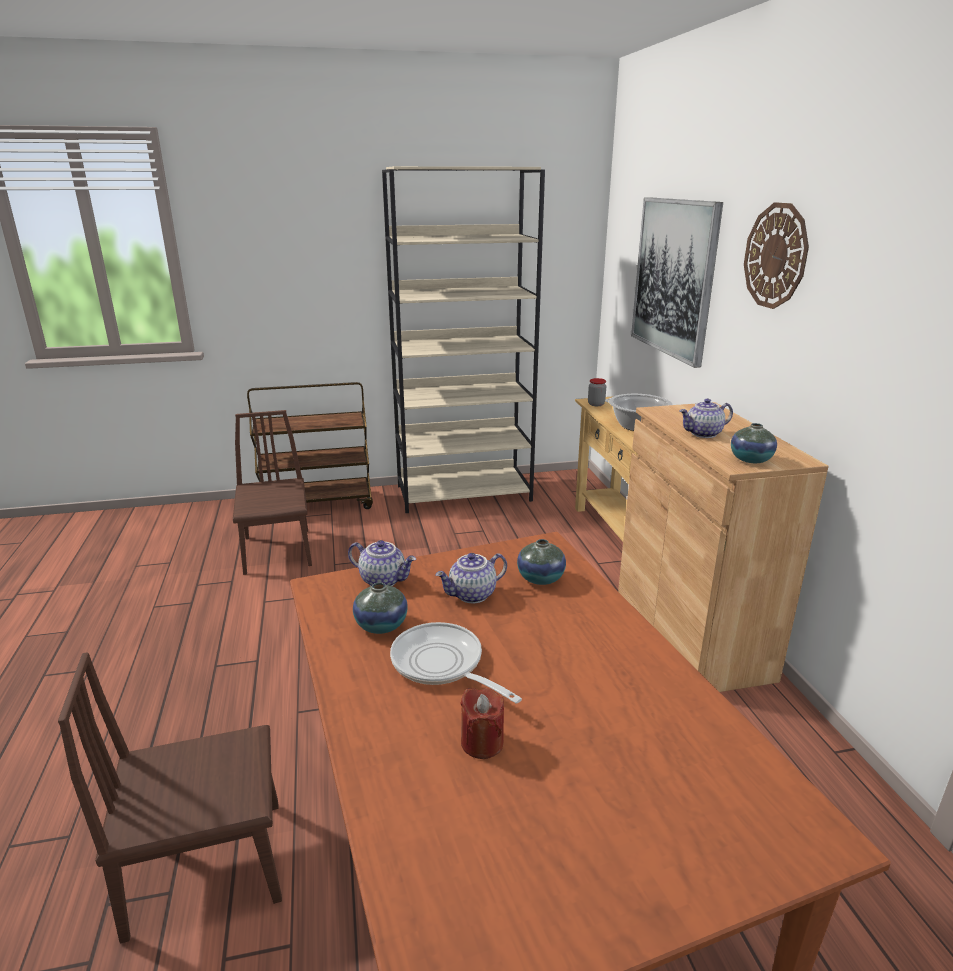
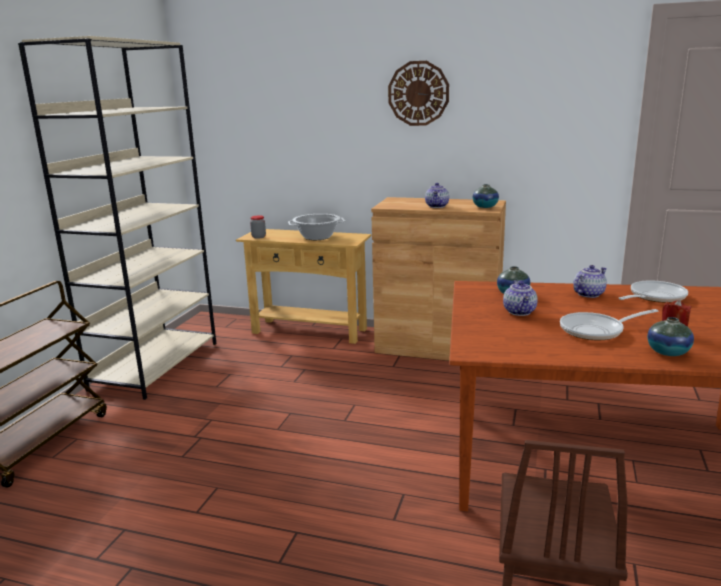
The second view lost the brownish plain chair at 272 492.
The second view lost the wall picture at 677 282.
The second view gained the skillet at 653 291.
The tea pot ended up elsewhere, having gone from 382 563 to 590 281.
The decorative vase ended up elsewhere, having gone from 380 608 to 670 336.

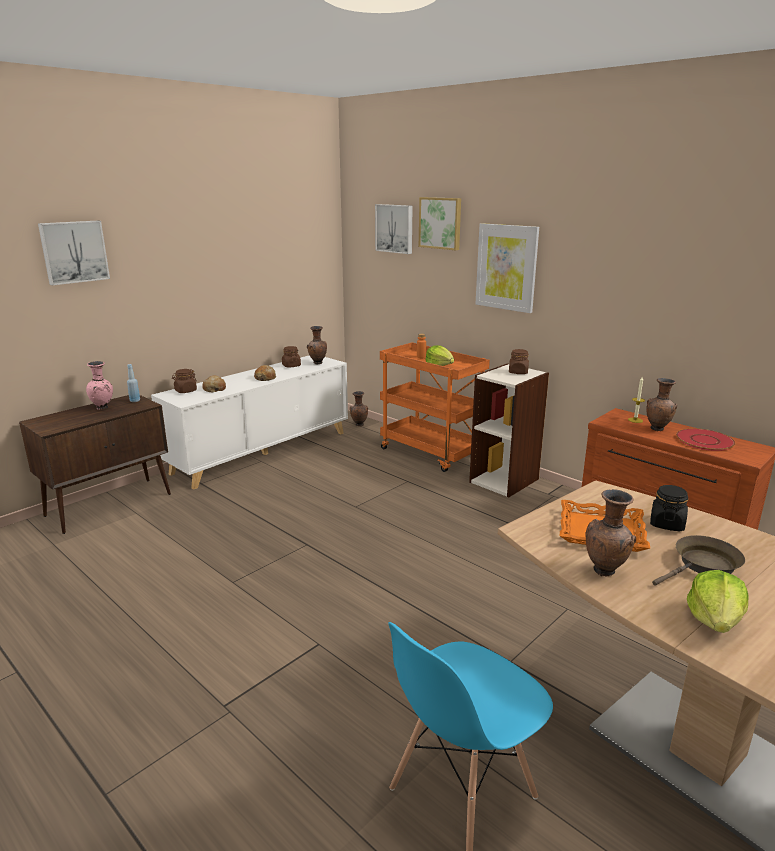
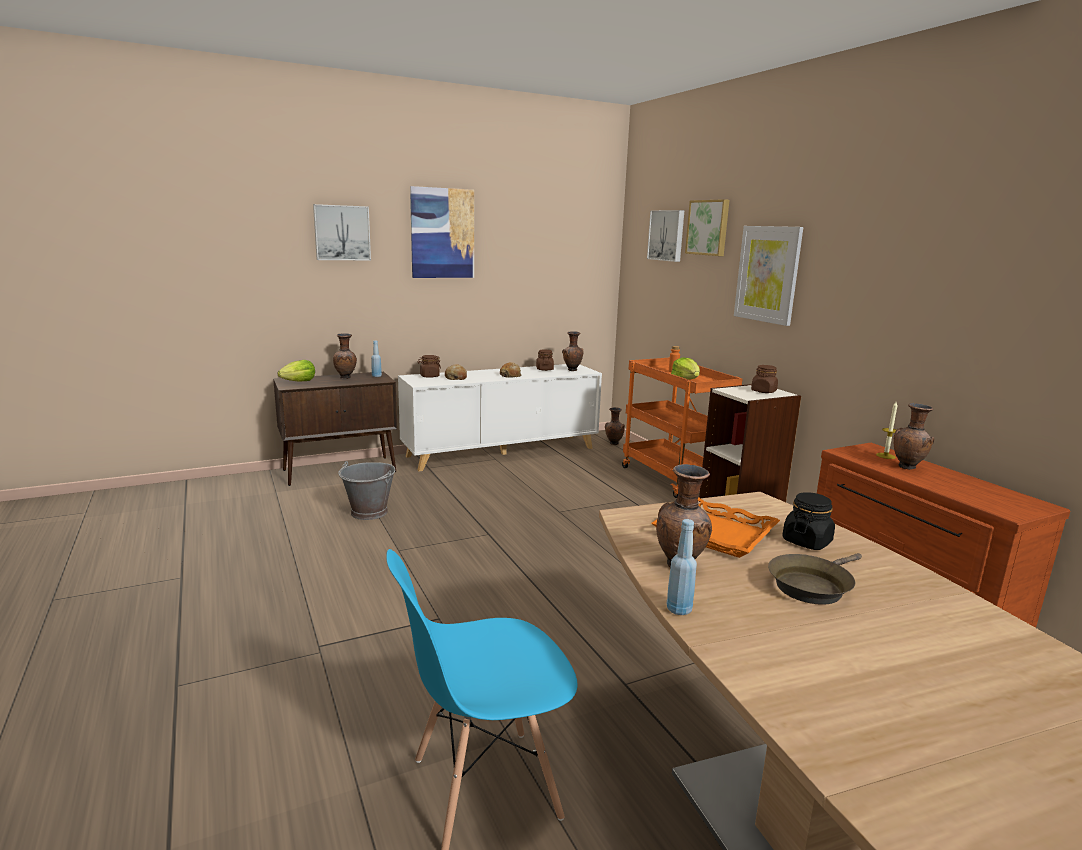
The second view lost the red flat dish at 705 439.
The second view gained the grey bucket at 366 490.
The second view gained the wall picture at 442 232.
The second view gained the blue-coloured beverage bottle at 682 567.
The lettuce head ended up elsewhere, having gone from 717 601 to 296 370.
What was the pink-coloured decorative vase at 99 385 turned into the brownish decorative vase at 345 356.
The brownish skillet at 698 560 ended up facing another way, 150 degrees clockwise from before.

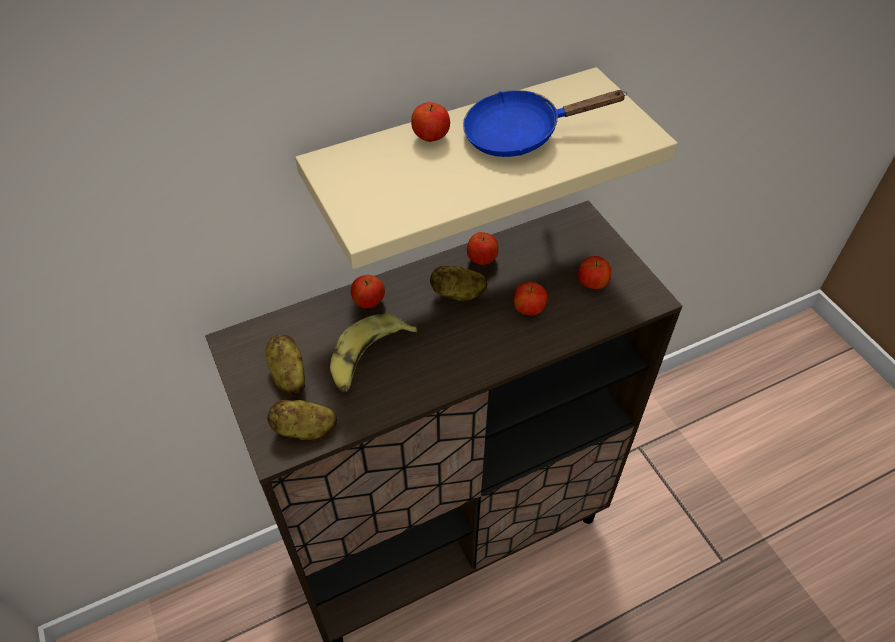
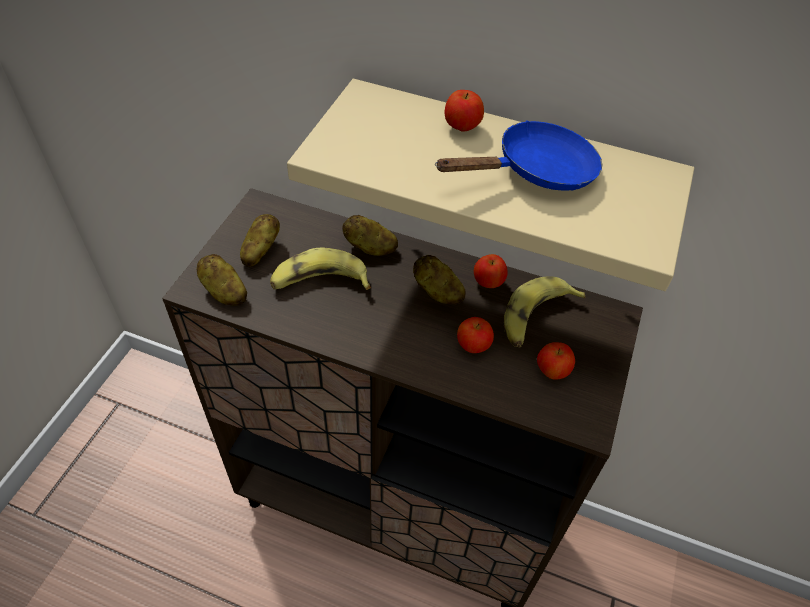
The second view gained the banana at 544 311.
Where the apple fruit stood at 368 291, the potato came to stand at 370 235.
The blue-coloured skillet at 545 123 ended up facing another way, 120 degrees clockwise from before.

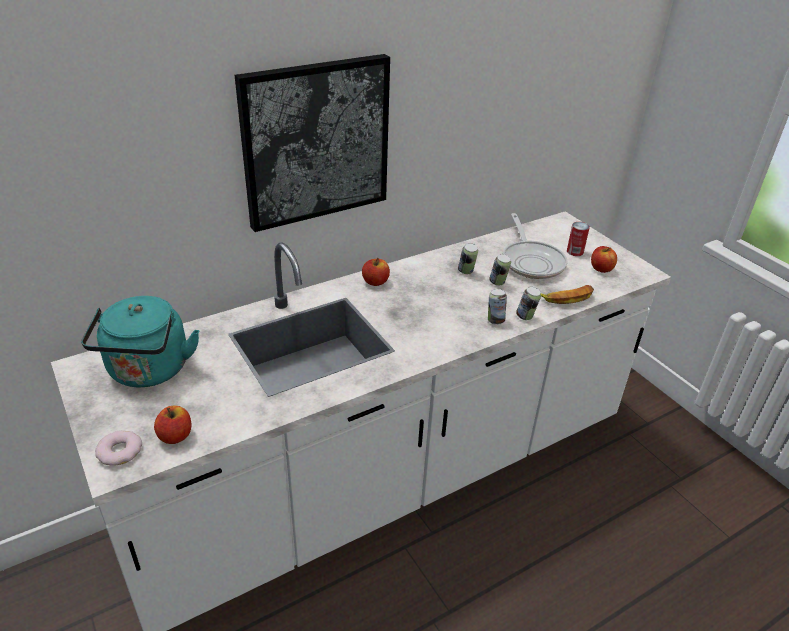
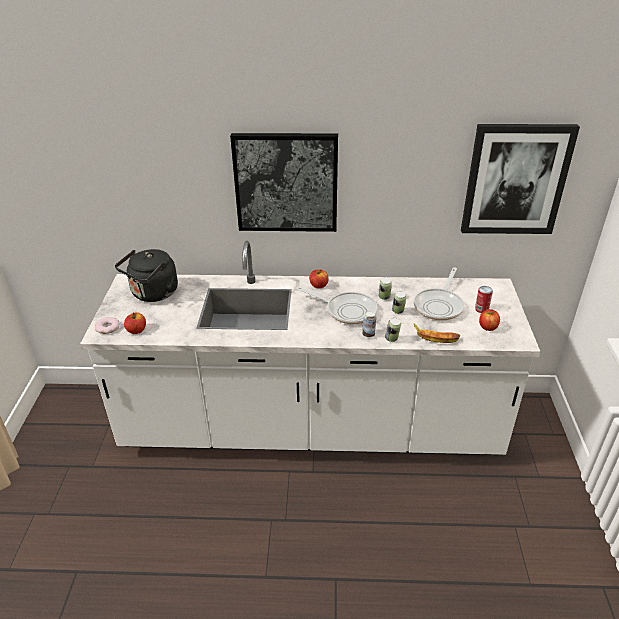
The second view gained the skillet at 336 305.
The second view gained the wall picture at 520 179.
What was the turquoise-coloured water kettle at 140 341 turned into the black-coloured water kettle at 146 275.

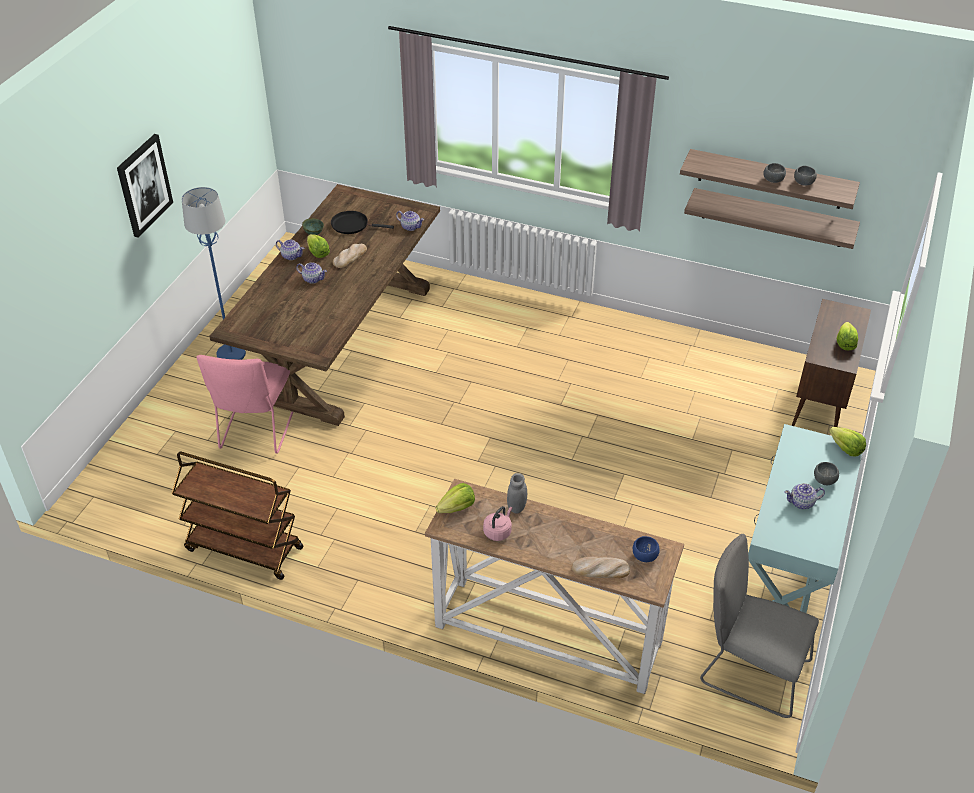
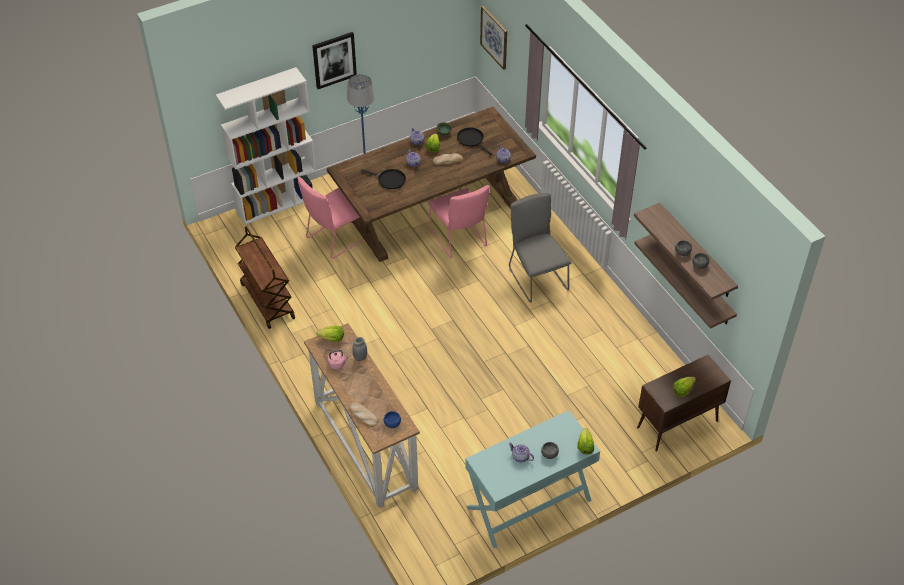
The second view gained the white bookshelf at 266 146.
The second view gained the black-coloured skillet at 383 179.
The second view gained the pink-coloured plain chair at 459 221.
The second view gained the wall picture at 493 38.
The grey plain chair ended up elsewhere, having gone from 759 626 to 540 247.

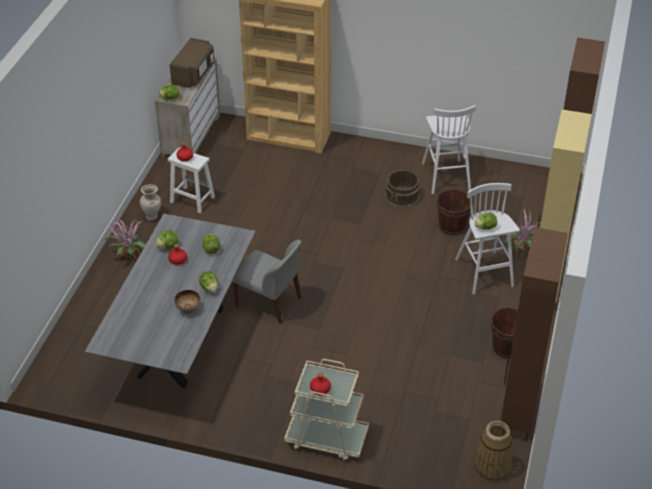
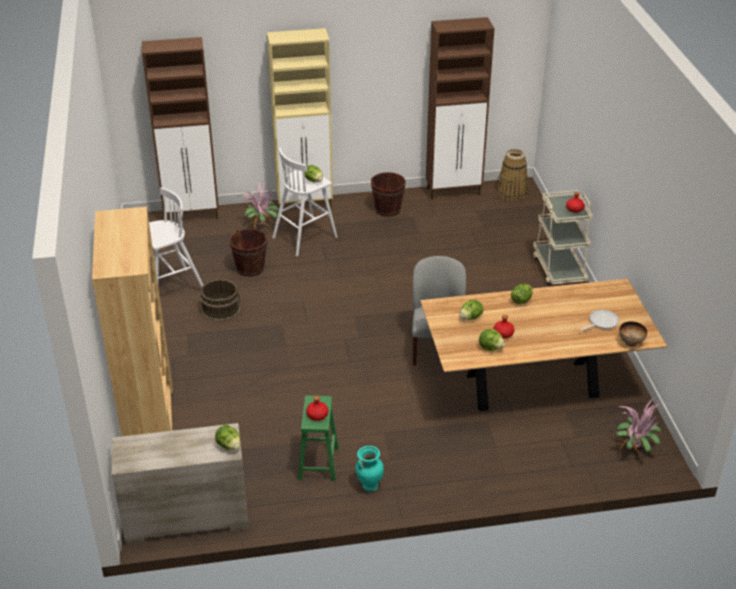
The second view lost the brownish microwave at 192 63.
The second view gained the skillet at 599 320.
The houseplant ended up elsewhere, having gone from 125 239 to 637 427.
The bowl ended up elsewhere, having gone from 187 302 to 633 334.
What was the grey dining table at 170 301 turned into the brownish dining table at 543 345.
What was the beige-coloured decorative vase at 150 202 turned into the turquoise-coloured decorative vase at 370 469.
What was the white stool at 191 180 turned into the greenish stool at 318 438.

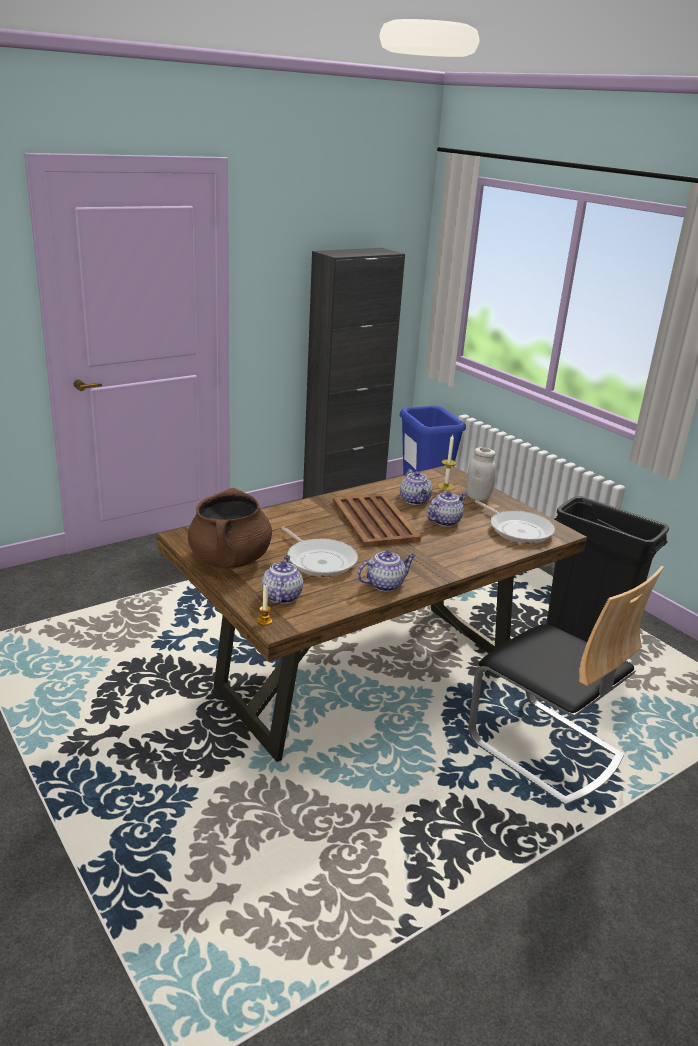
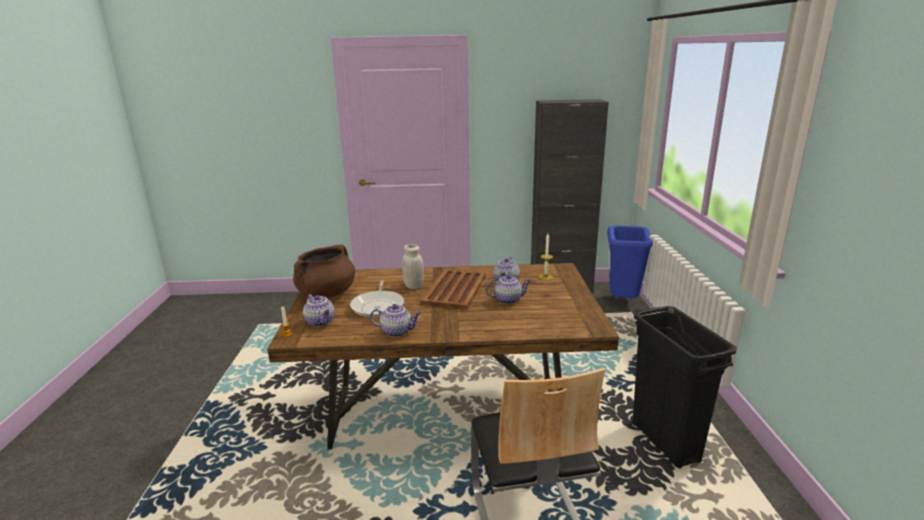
The second view lost the skillet at 515 521.
The white preserve jar ended up elsewhere, having gone from 481 474 to 413 266.
The tea pot at 282 579 ended up facing another way, 105 degrees clockwise from before.

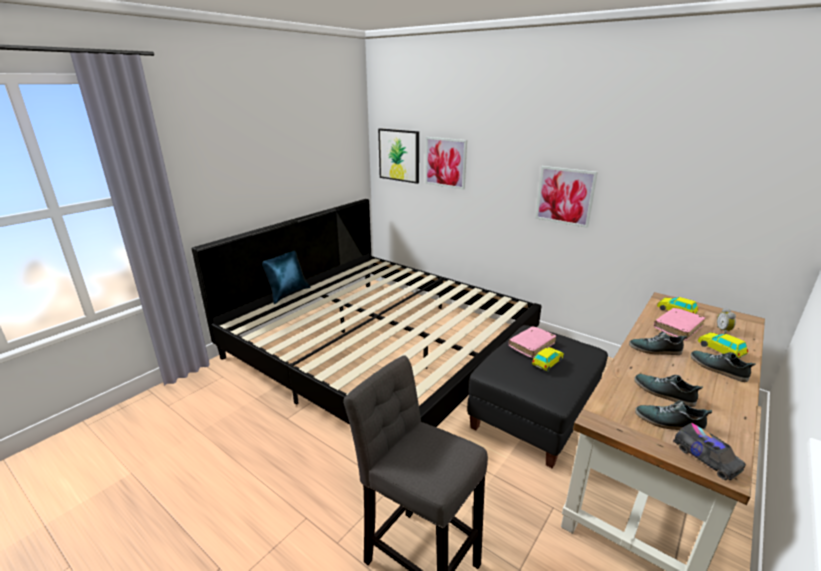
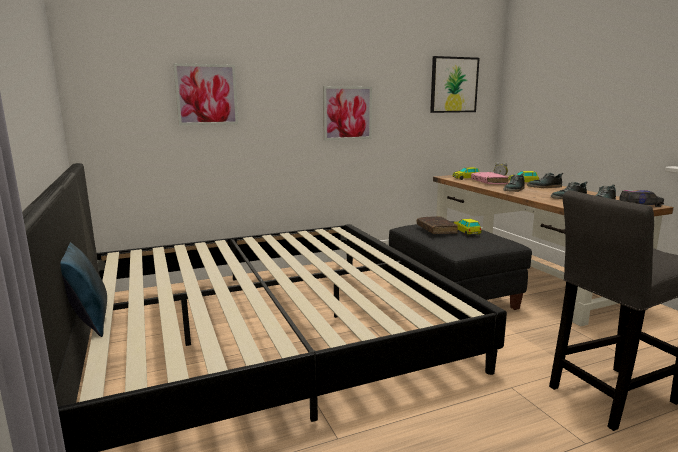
The wall picture ended up elsewhere, having gone from 398 156 to 455 84.
What was the pink-coloured volume at 532 342 turned into the brownish volume at 437 225.

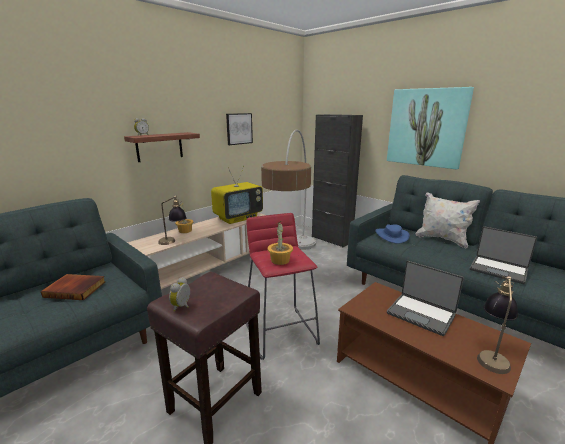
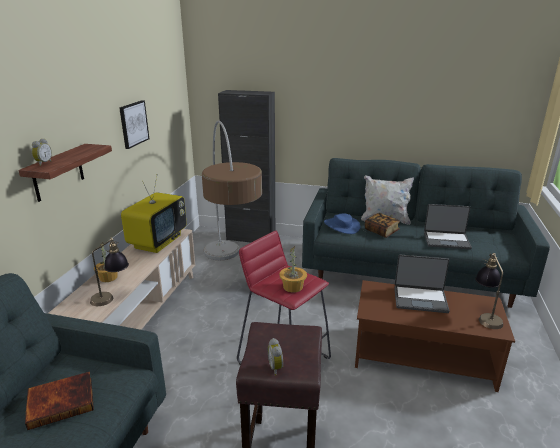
The second view lost the wall picture at 430 128.
The second view gained the volume at 382 225.

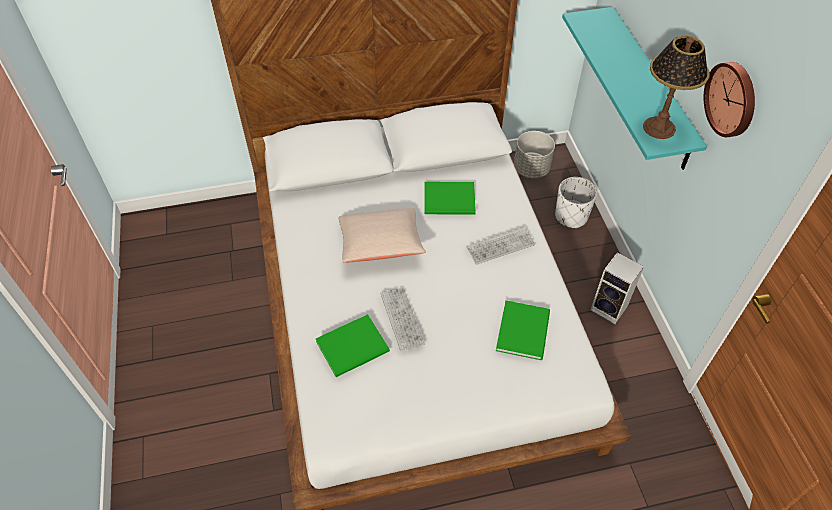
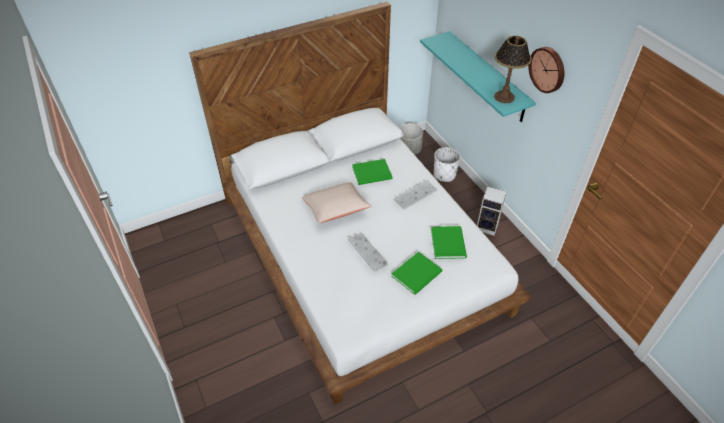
The greenish volume ended up elsewhere, having gone from 353 345 to 417 273.

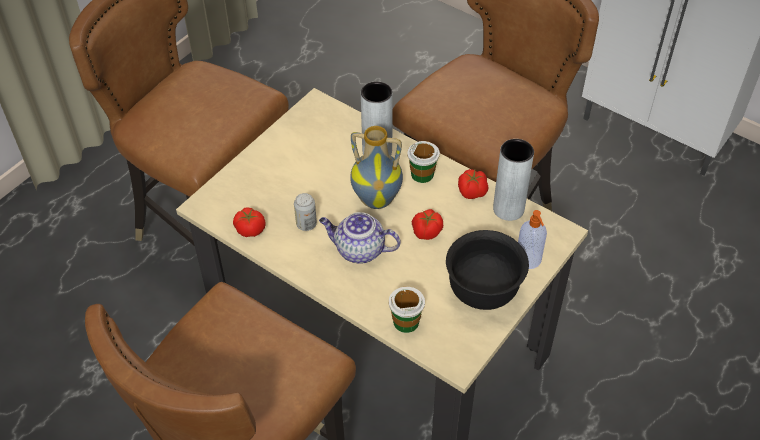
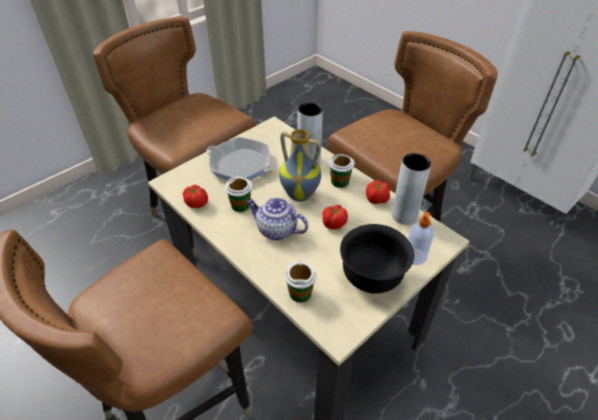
The second view gained the skillet at 240 159.
Where the sealed can stood at 305 212, the drinking cup came to stand at 238 194.

